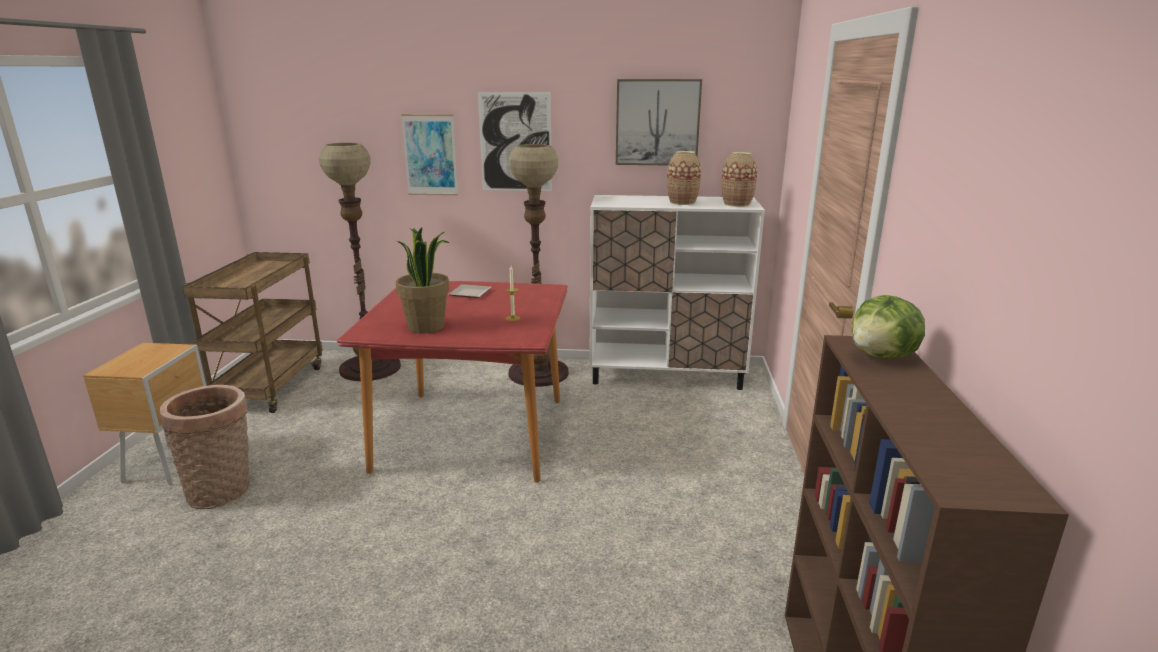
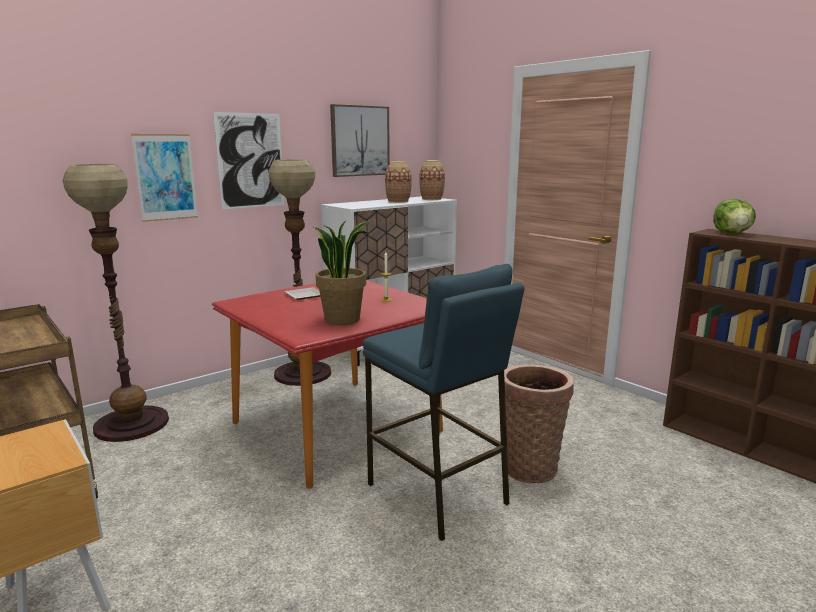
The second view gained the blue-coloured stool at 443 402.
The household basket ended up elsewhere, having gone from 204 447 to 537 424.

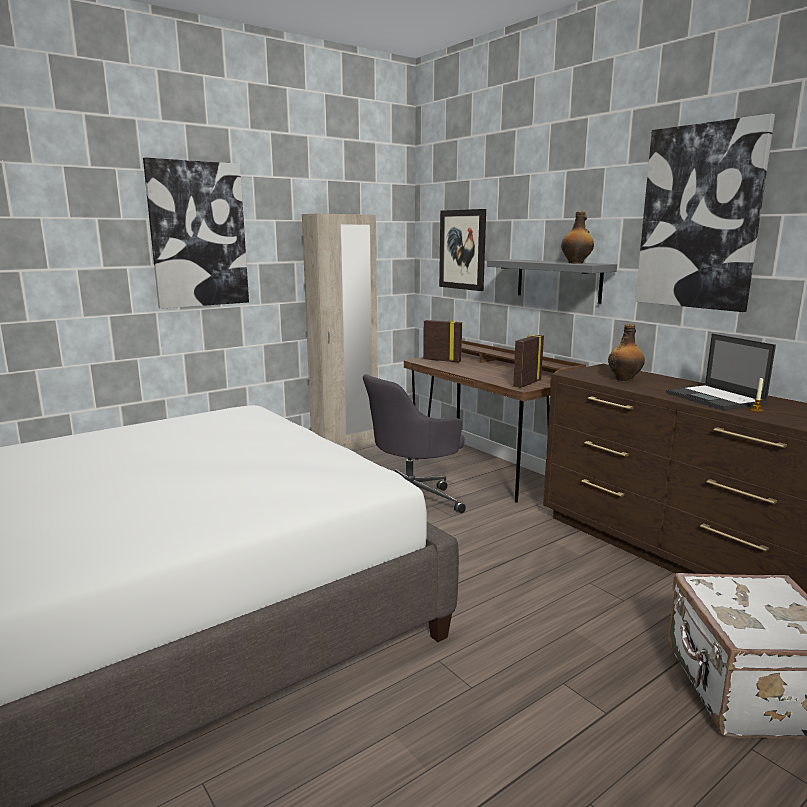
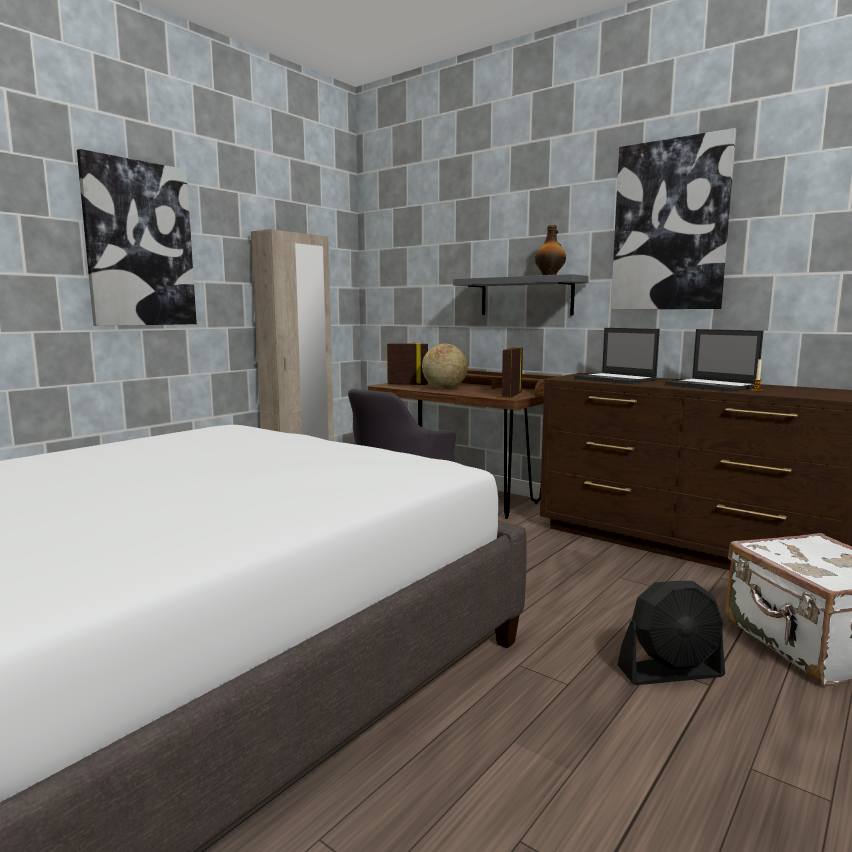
The second view lost the wall picture at 462 250.
The second view gained the globe at 445 367.
The second view gained the black-coloured electric fan at 671 633.
Where the beverage bottle stood at 626 352, the portable computer came to stand at 617 356.

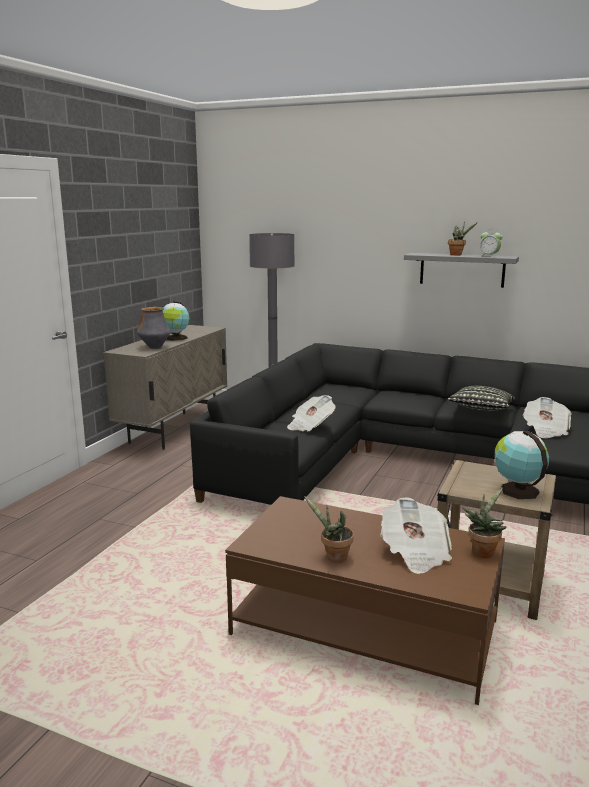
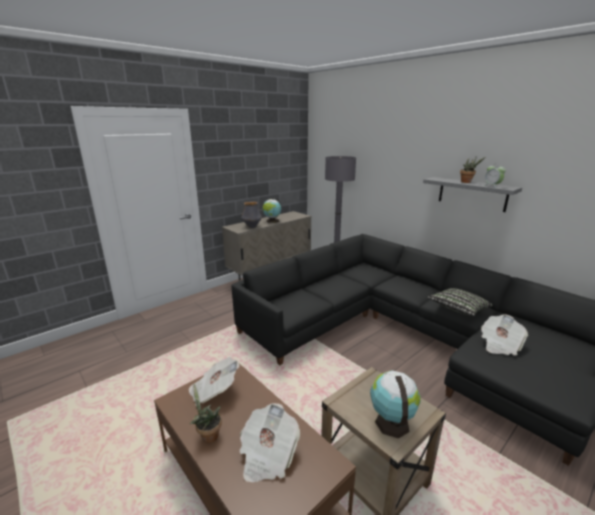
The second view lost the houseplant at 484 522.
The daily paper ended up elsewhere, having gone from 311 413 to 214 381.

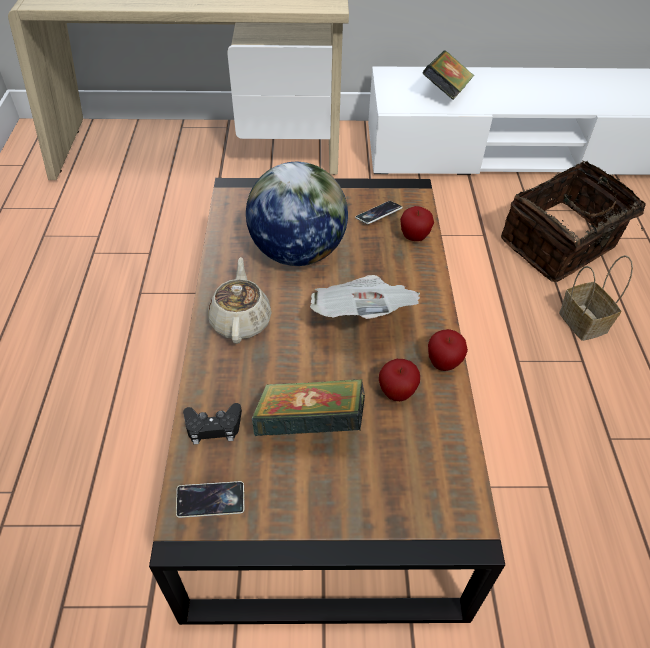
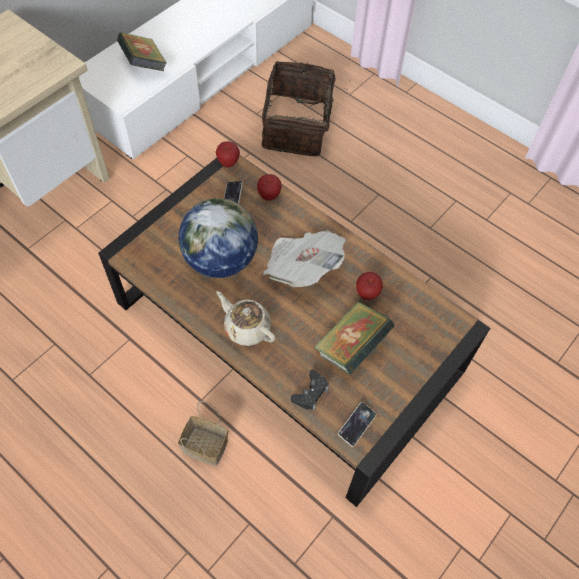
The apple fruit ended up elsewhere, having gone from 448 350 to 228 154.
The household basket ended up elsewhere, having gone from 596 298 to 203 433.

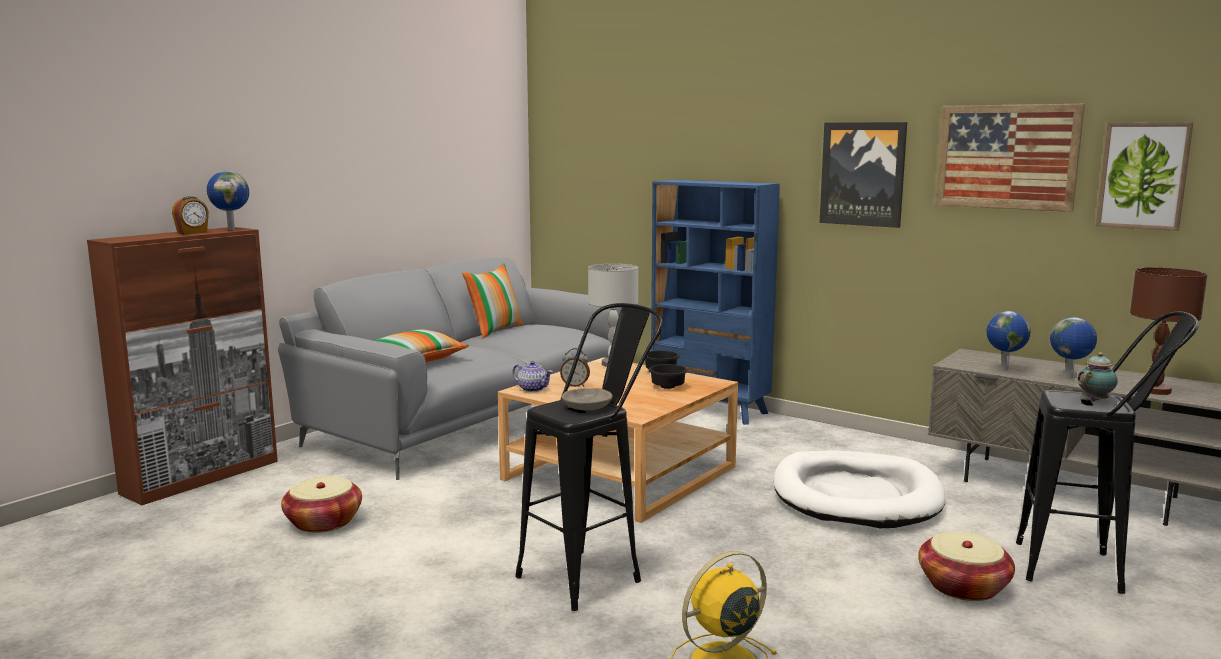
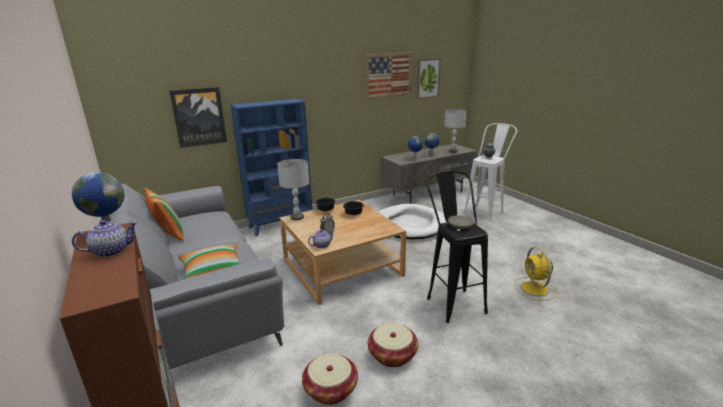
The wall picture ended up elsewhere, having gone from 863 175 to 198 117.
The household basket ended up elsewhere, having gone from 966 566 to 393 345.
Where the table clock stood at 190 215, the tea pot came to stand at 105 238.
What was the black-coloured stool at 1107 453 turned into the white stool at 490 172.
What was the brownish tabletop lamp at 1168 331 turned into the grey tabletop lamp at 455 131.

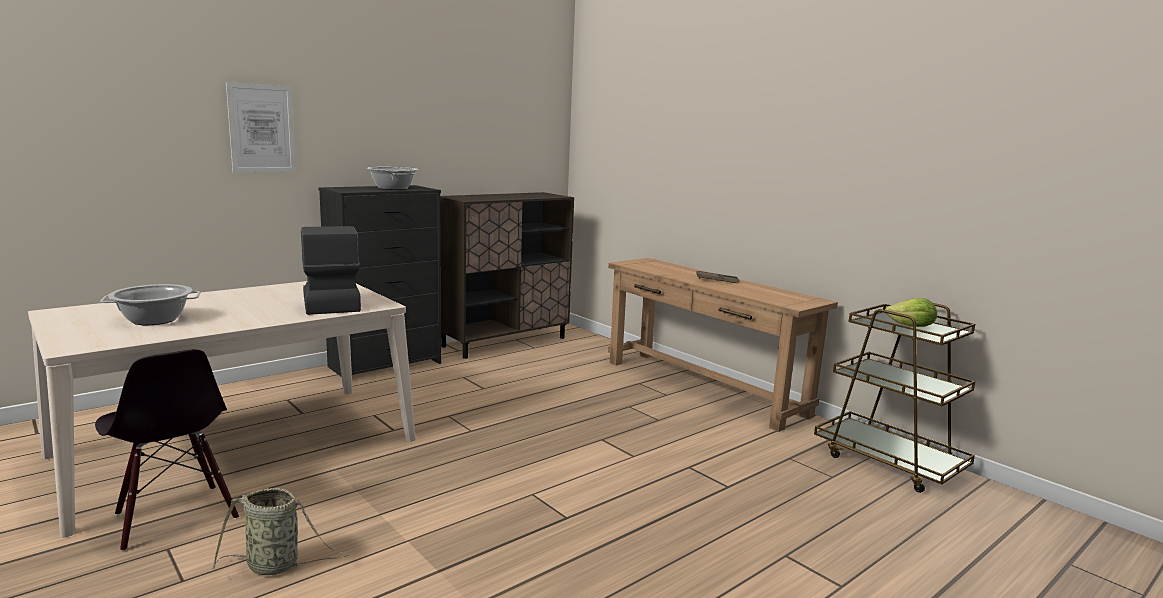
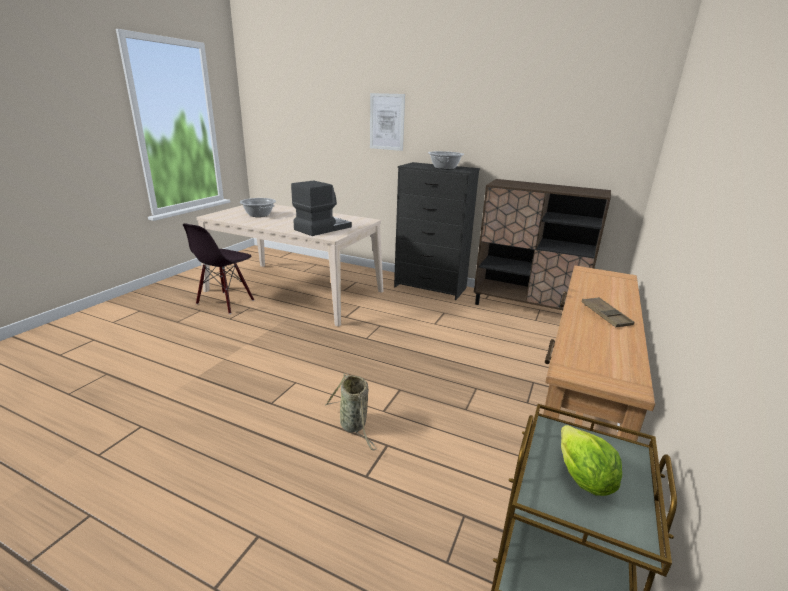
The household basket ended up elsewhere, having gone from 280 531 to 351 411.

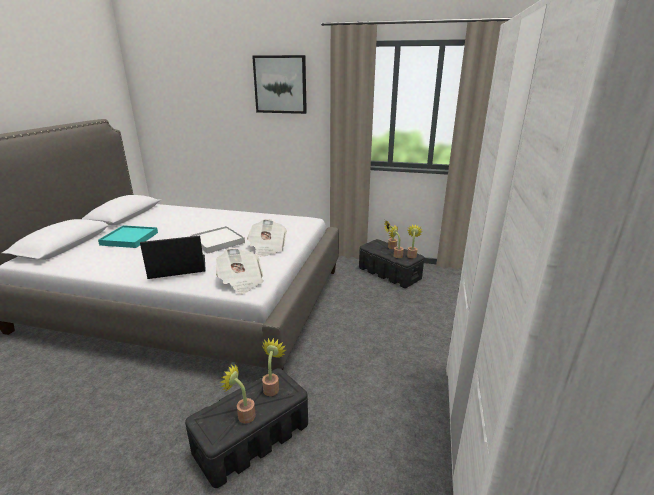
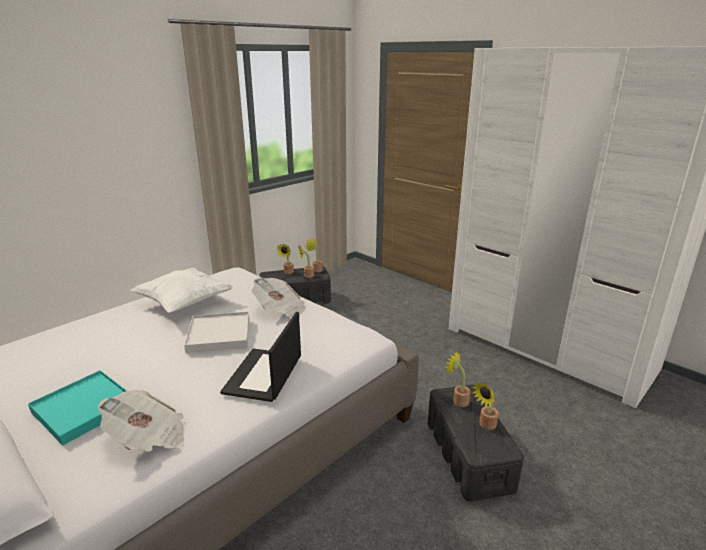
The second view lost the wall picture at 279 84.
The second view gained the white pillow at 182 290.
The daily paper ended up elsewhere, having gone from 240 271 to 141 421.

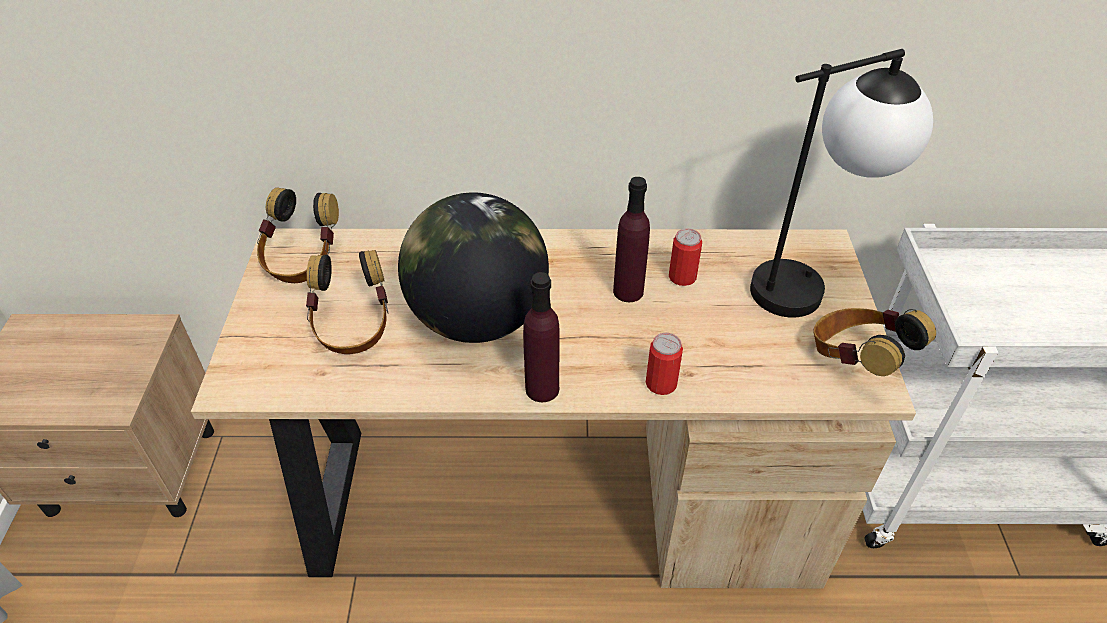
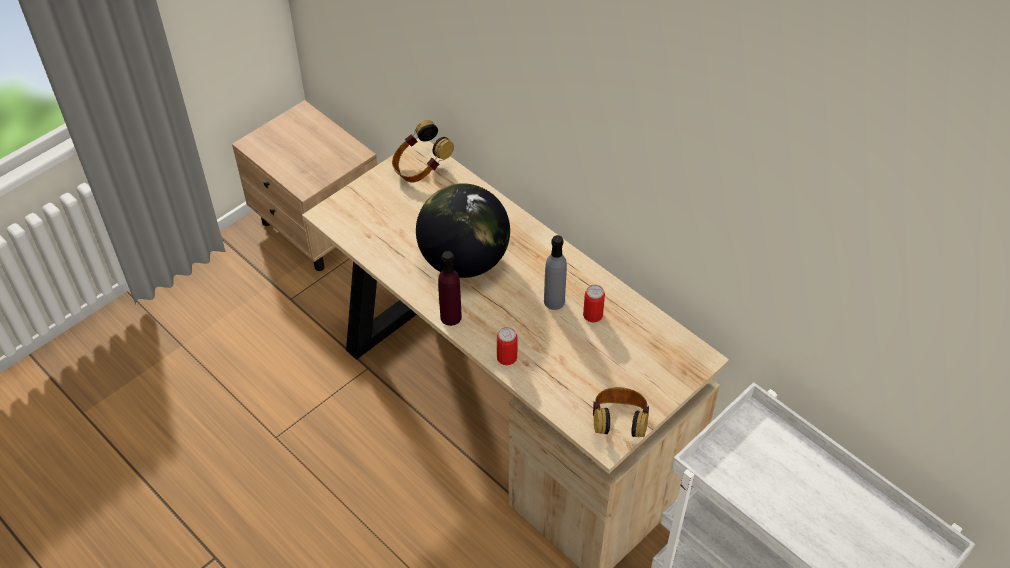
The second view lost the headphones at 347 302.
The second view lost the tabletop lamp at 841 183.
What was the purple-coloured beverage bottle at 631 239 turned into the grey beverage bottle at 555 272.

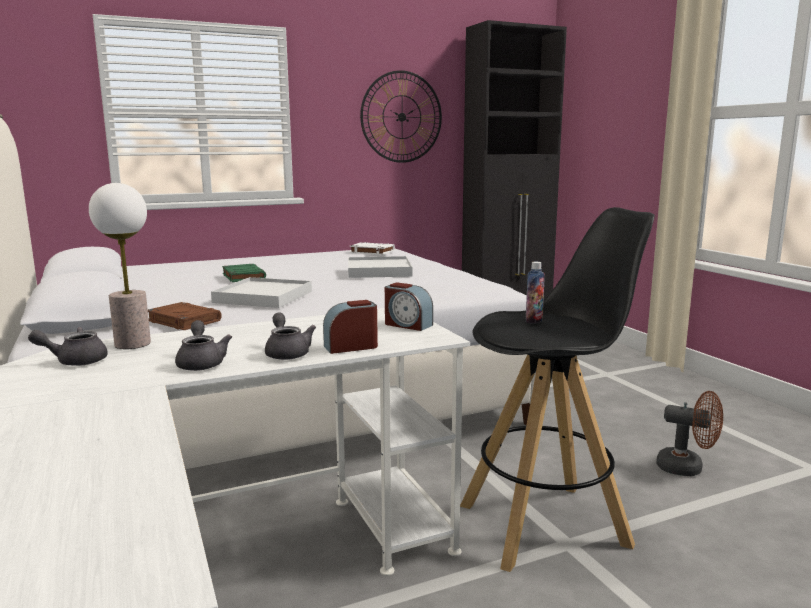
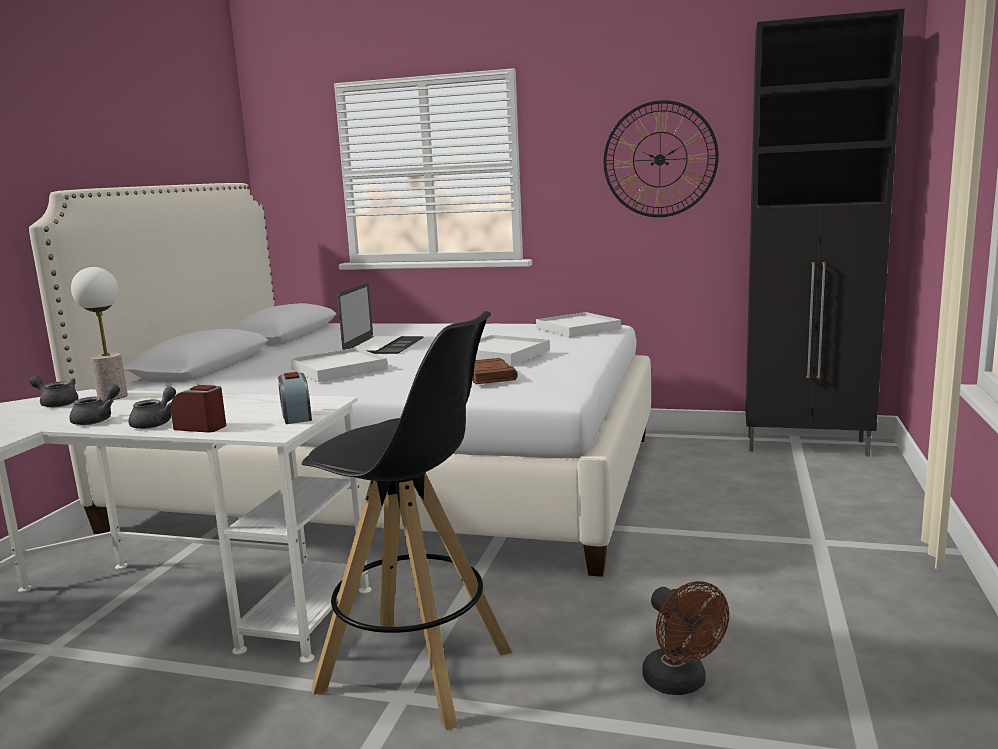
The second view lost the beverage bottle at 535 292.
The brownish volume ended up elsewhere, having gone from 185 316 to 495 371.
Where the greenish volume stood at 244 273, the portable computer came to stand at 380 318.
Where the white volume stood at 372 248, the white serving tray came to stand at 578 324.

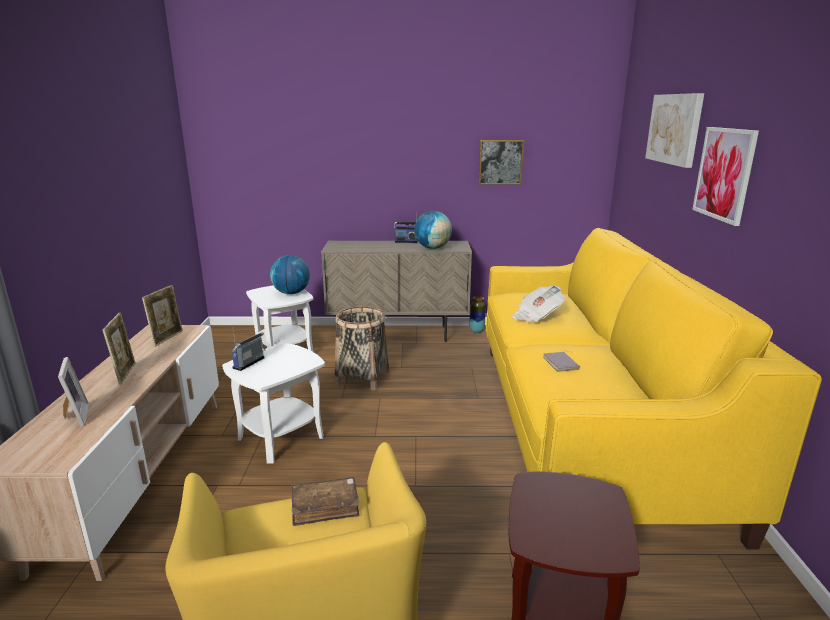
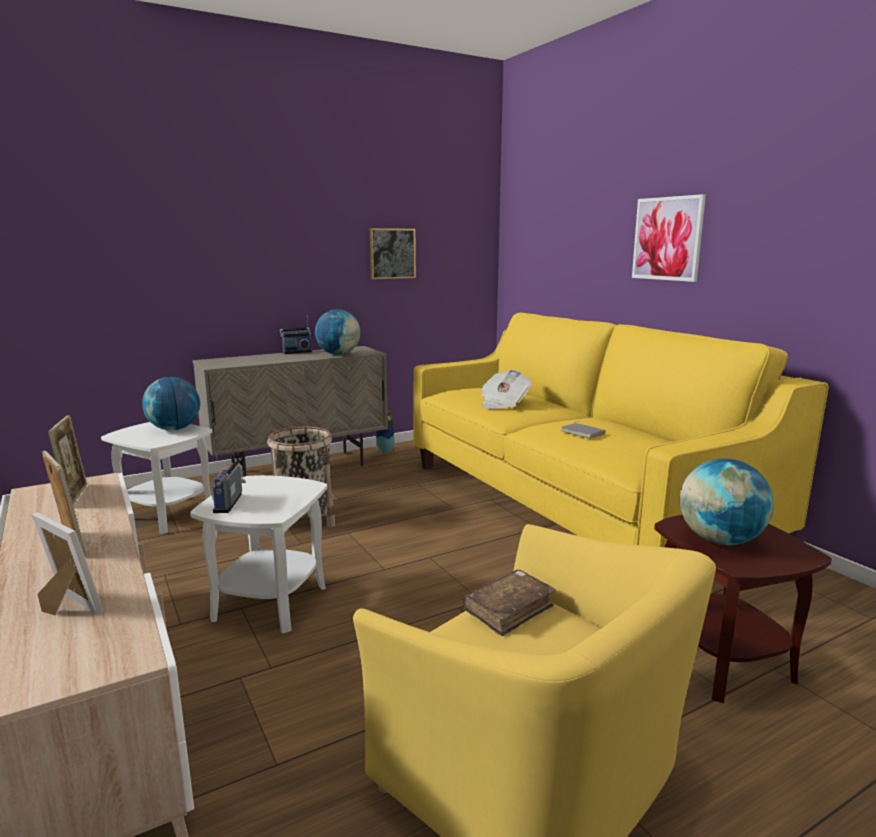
The second view lost the wall picture at 674 130.
The second view gained the globe at 726 501.

